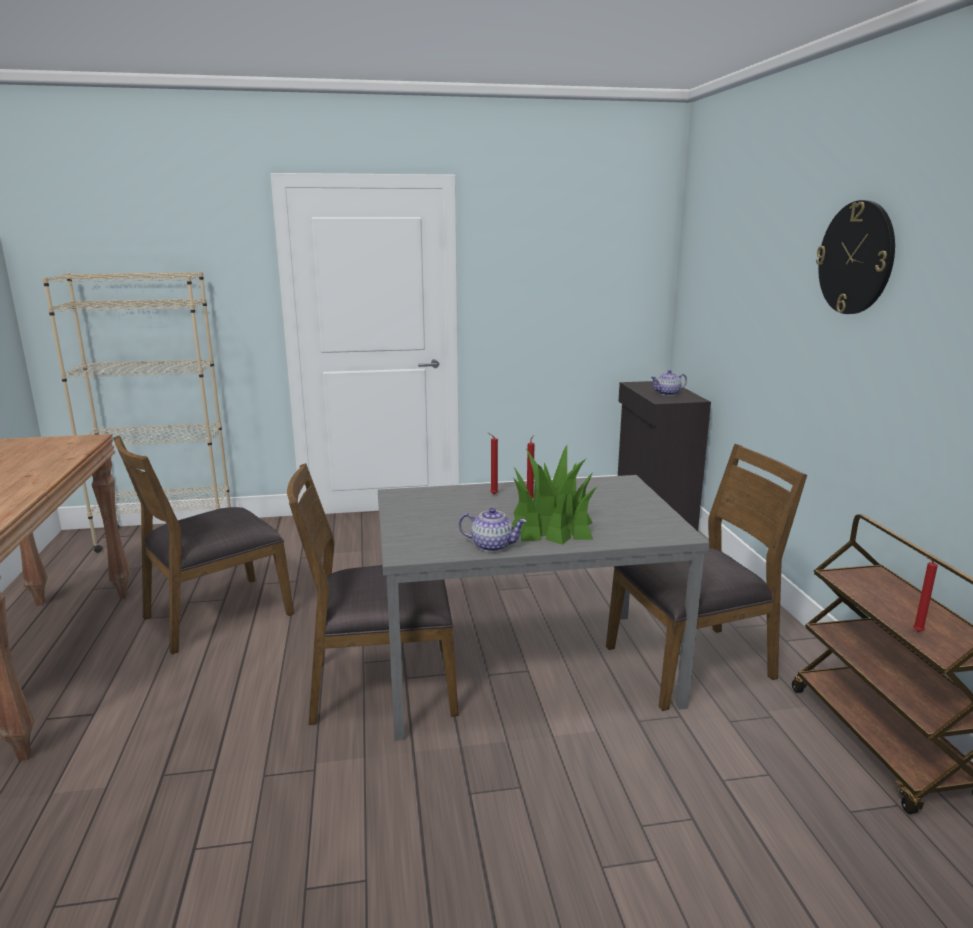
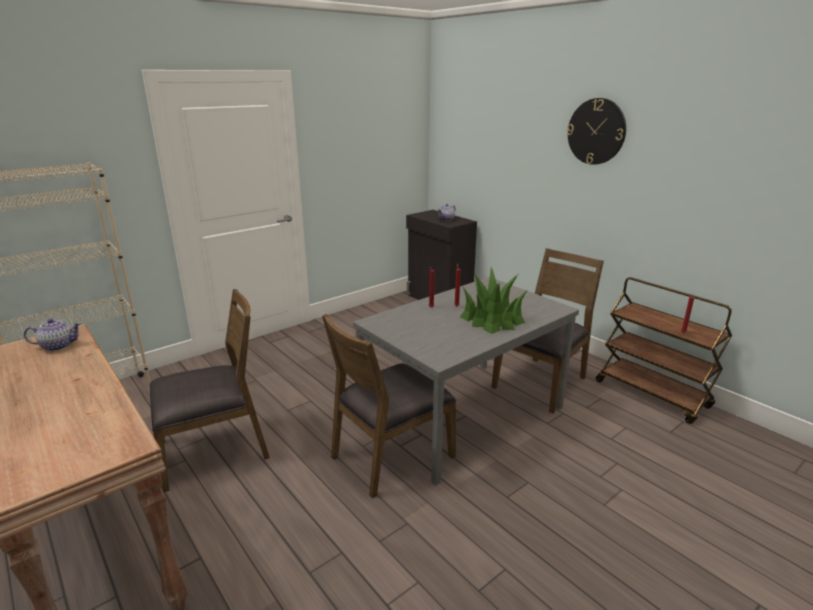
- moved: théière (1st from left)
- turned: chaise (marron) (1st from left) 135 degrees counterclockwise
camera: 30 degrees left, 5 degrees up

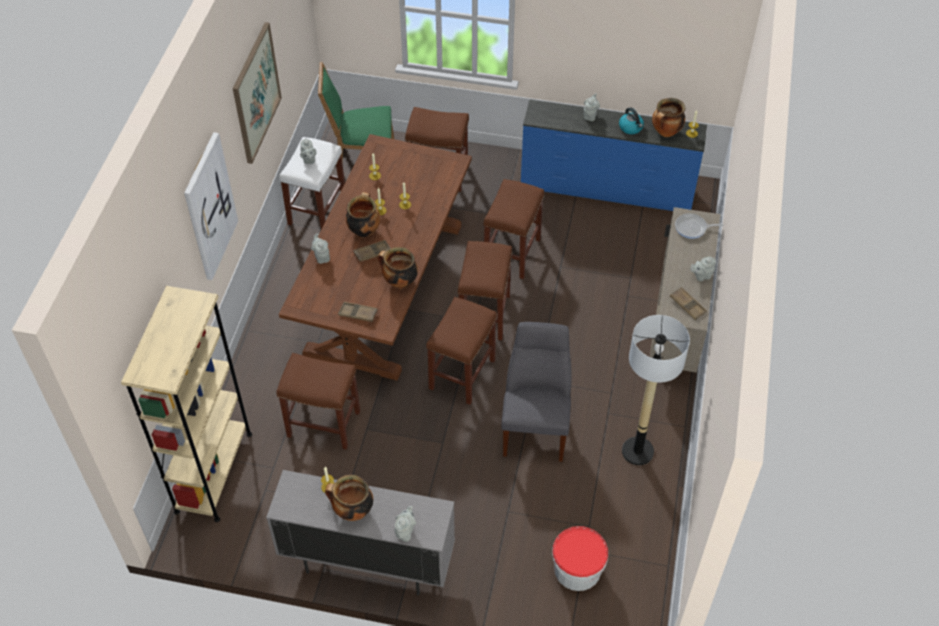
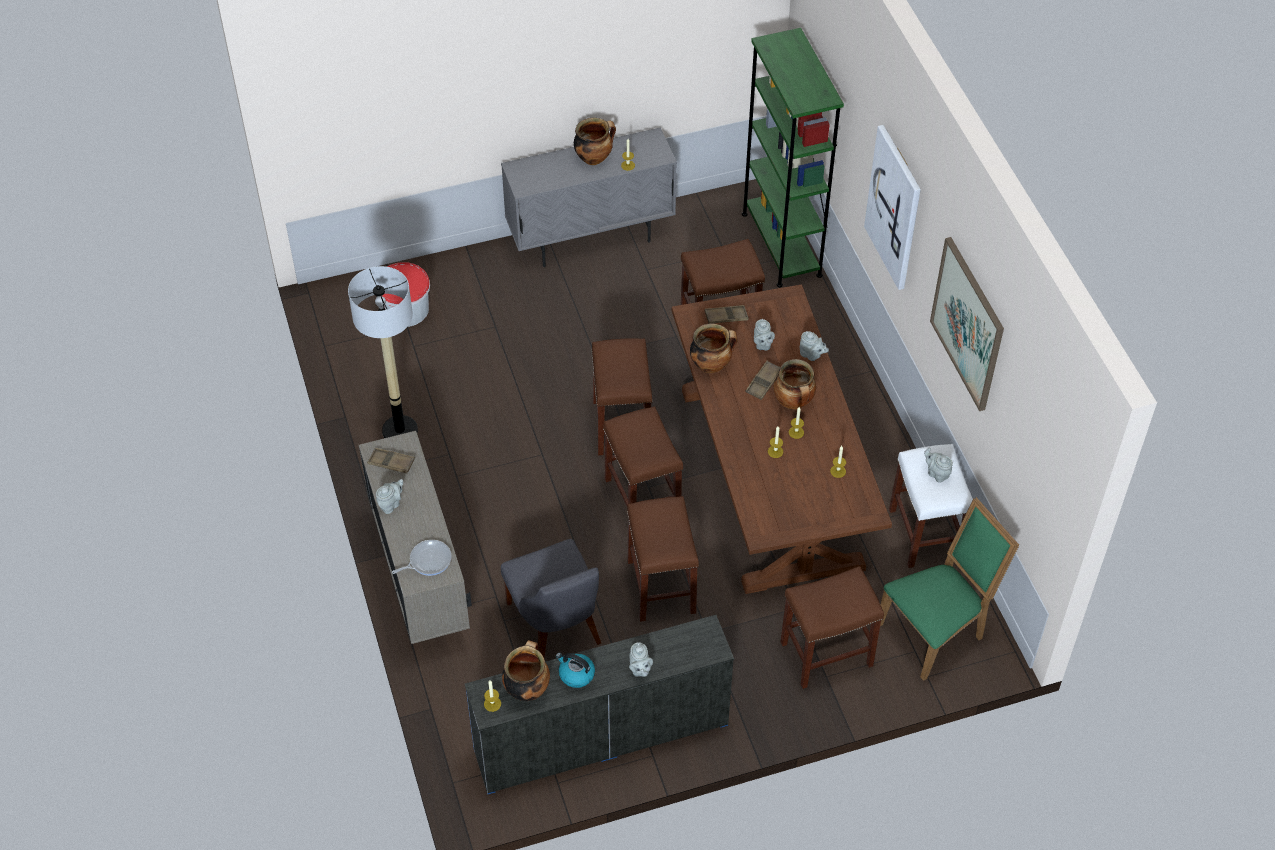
- moved: théière (gris) (3rd from left)
- moved: chaise (gris)
- recoloured: bibliothèque (beige) to bibliothèque (vert)
camera: 150 degrees right, 0 degrees up

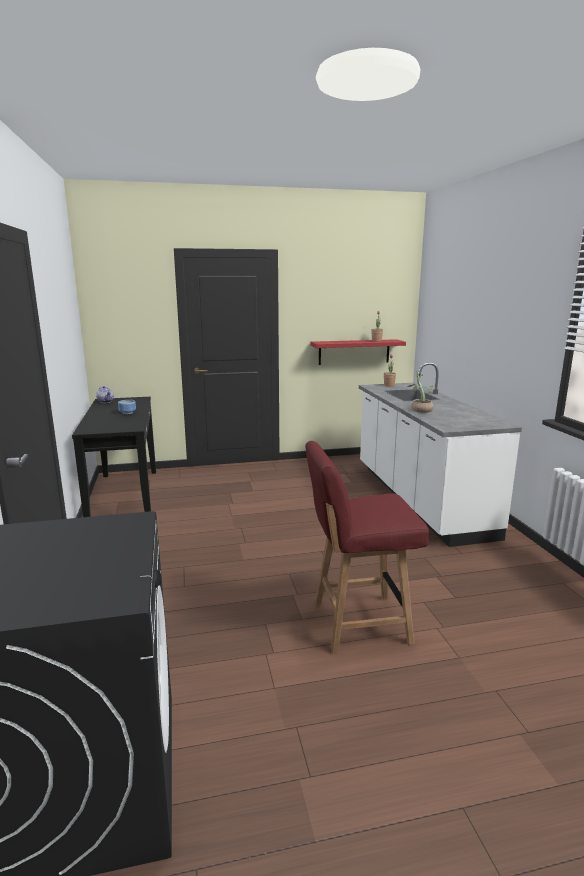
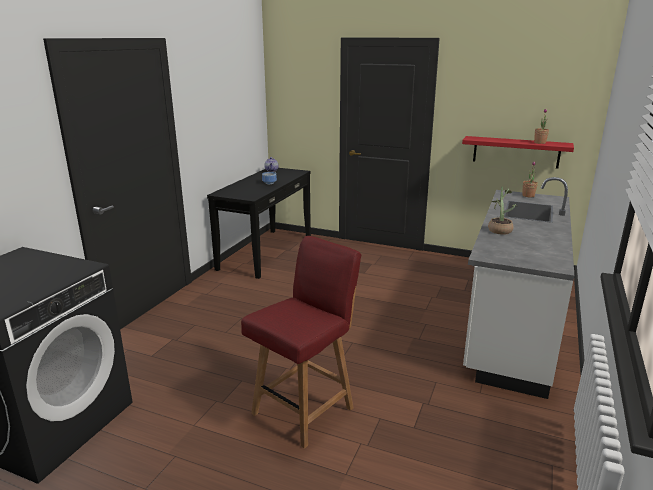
- turned: chaise (rouge) 105 degrees clockwise
camera: 35 degrees right, 5 degrees up

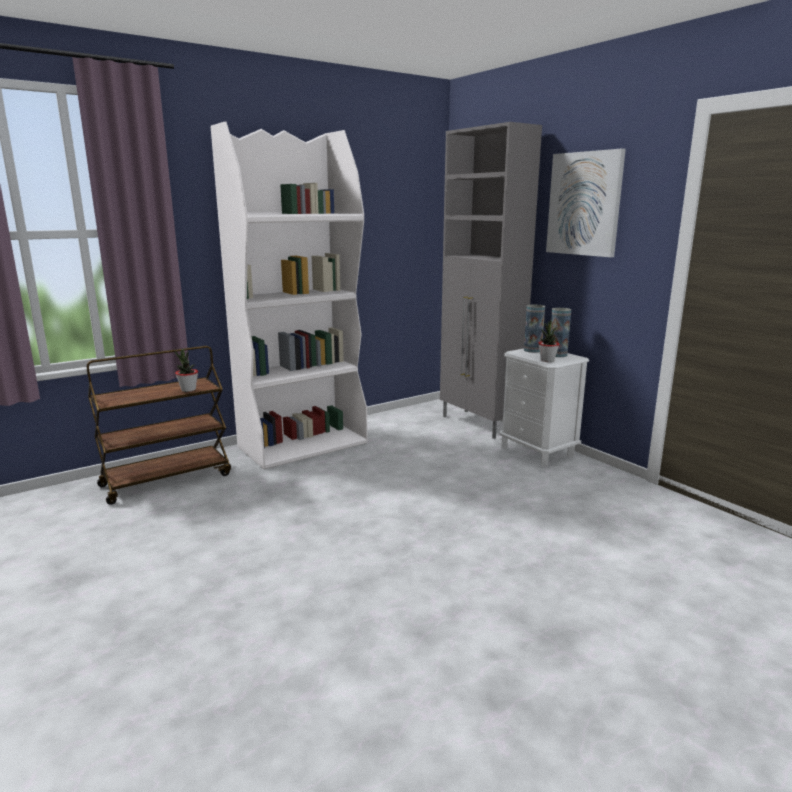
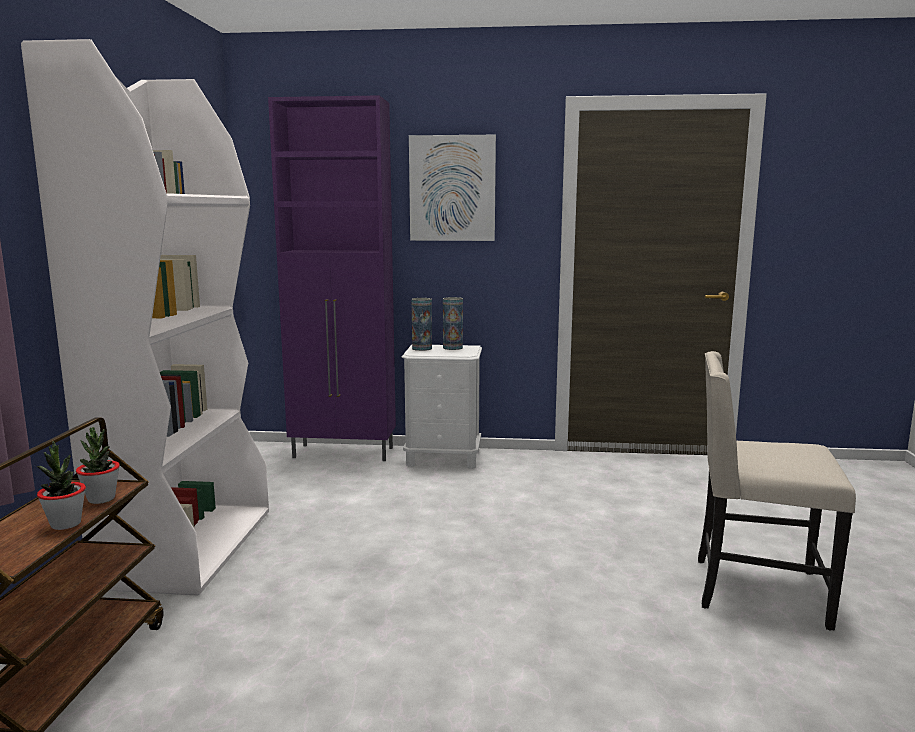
- added: chaise (beige)
- moved: plante en pot (2nd from left in the first image) to plante en pot (1st from left)
- recoloured: meuble de rangement (gris) to meuble de rangement (violet)
camera: 50 degrees left, 5 degrees down

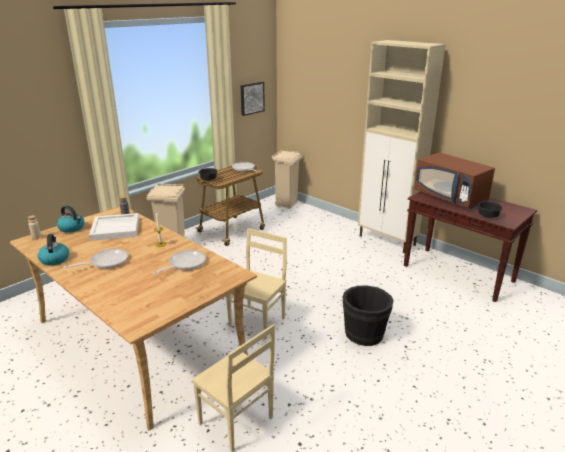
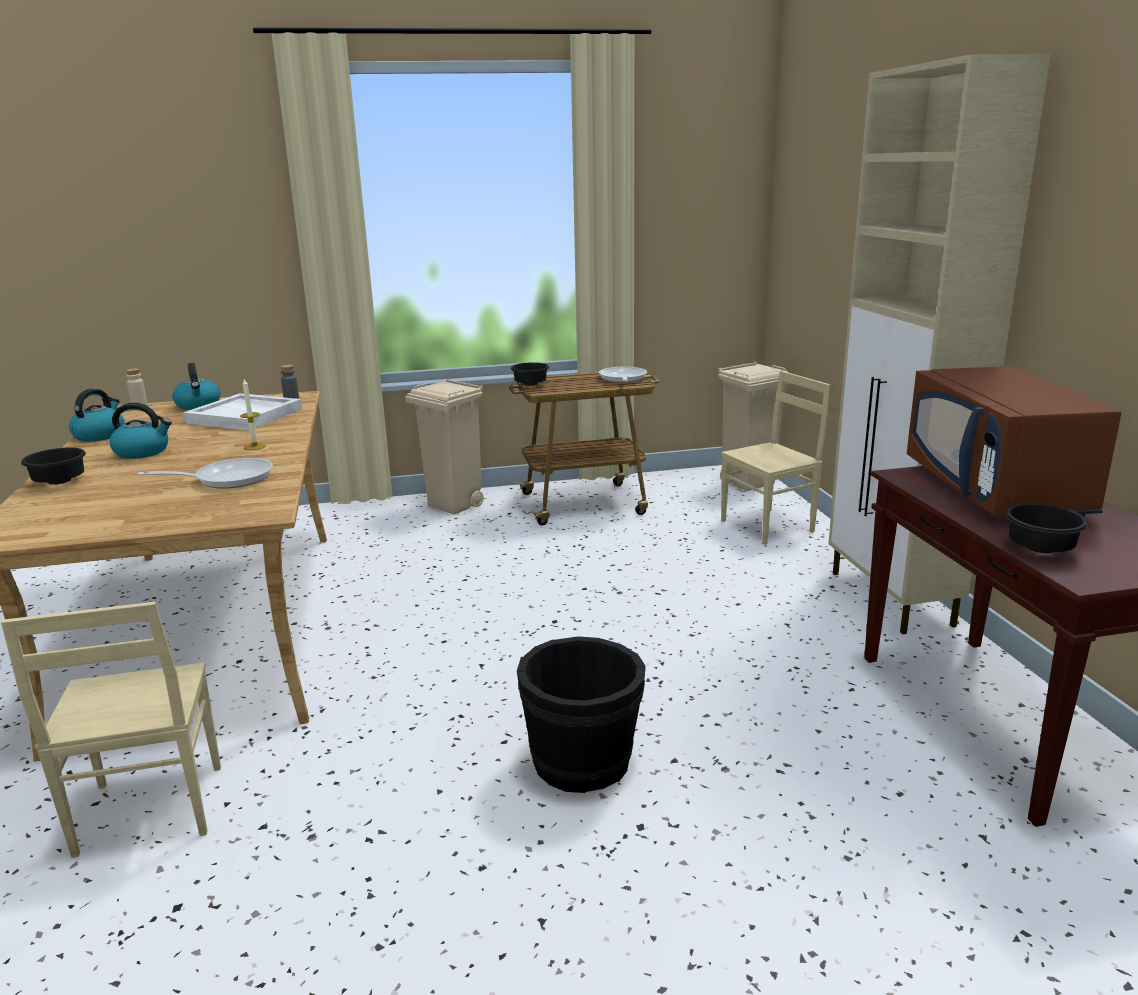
- removed: tableau
- added: bol (noir) (1st from left)
- moved: chaise (beige) (2nd from left)
- replaced: poêle (1st from left) to bouilloire (2nd from left)
camera: 35 degrees right, 5 degrees down

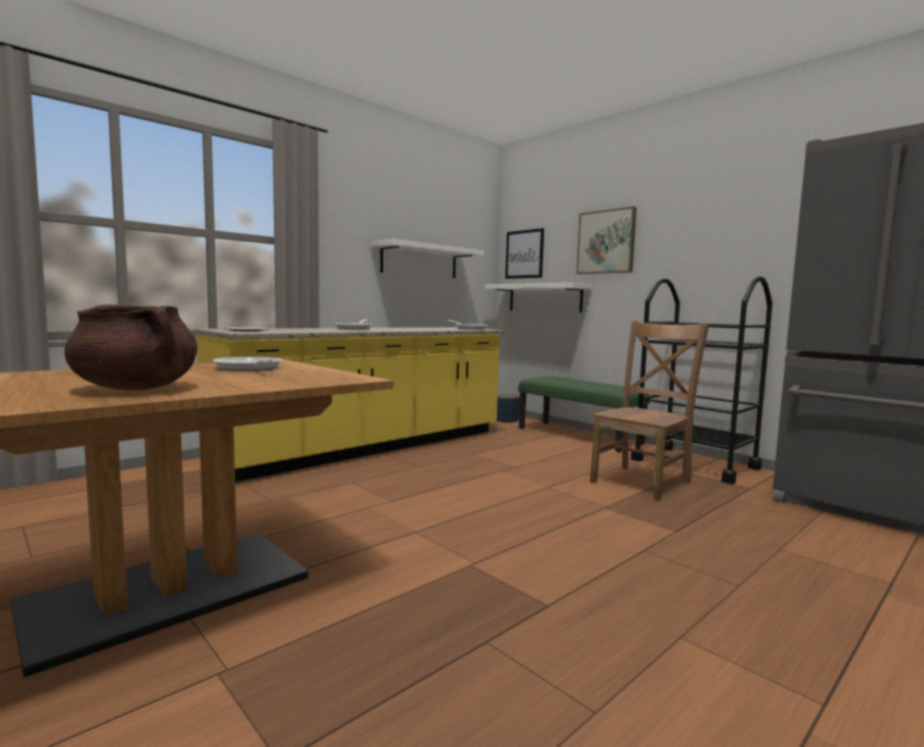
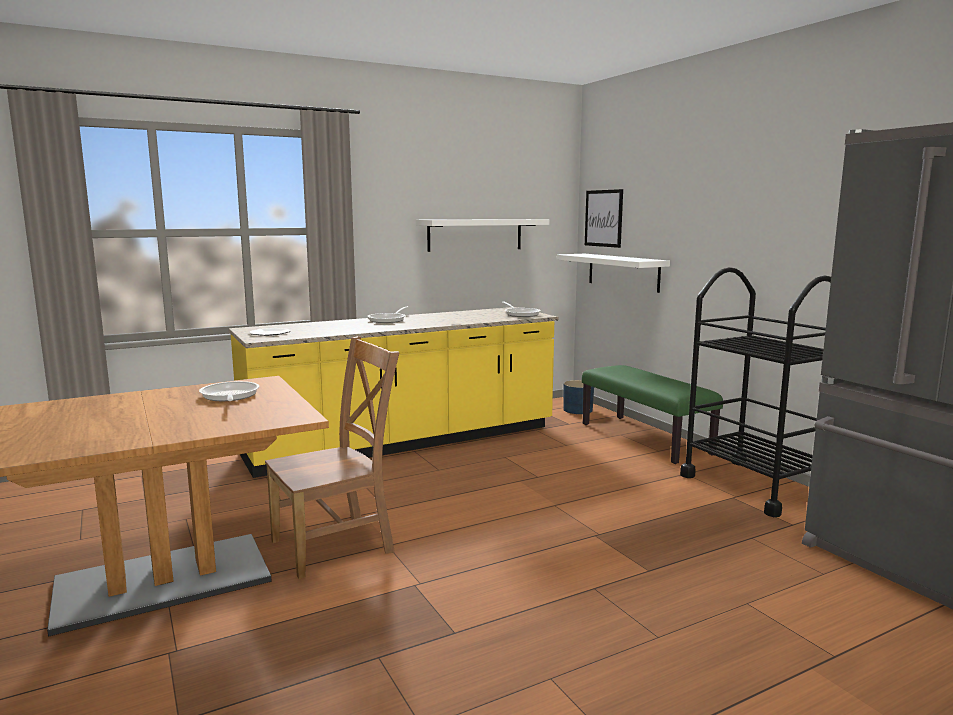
- removed: marmite (marron)
- removed: tableau (2nd from left)
- moved: chaise (marron)
camera: 15 degrees right, 5 degrees up

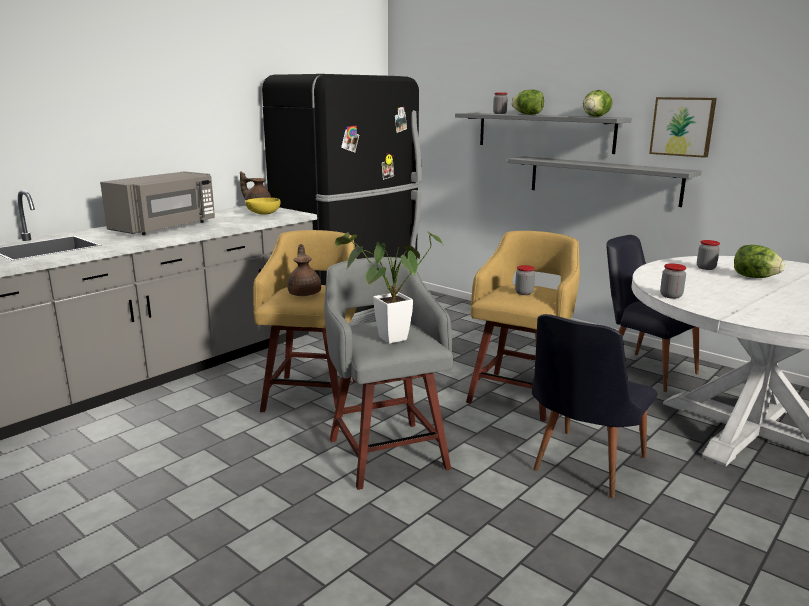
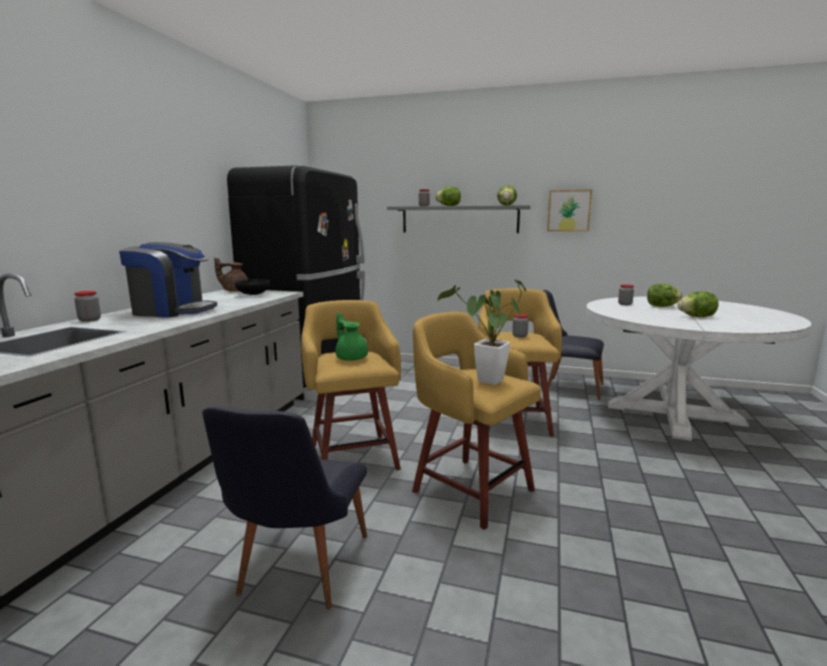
- removed: étagère (gris) (2nd from left)
- added: laitue (4th from left)
- moved: chaise (noir) (1st from left)
- moved: bocal (3rd from left in the first image) to bocal (1st from left)
- replaced: micro-ondes (gris) to machine à café
- recoloured: bol (jaune) to bol (noir)
- recoloured: théière (marron) (2nd from left) to théière (vert)
- recoloured: tabouret (gris) to tabouret (jaune) (2nd from left)
camera: 25 degrees left, 5 degrees down

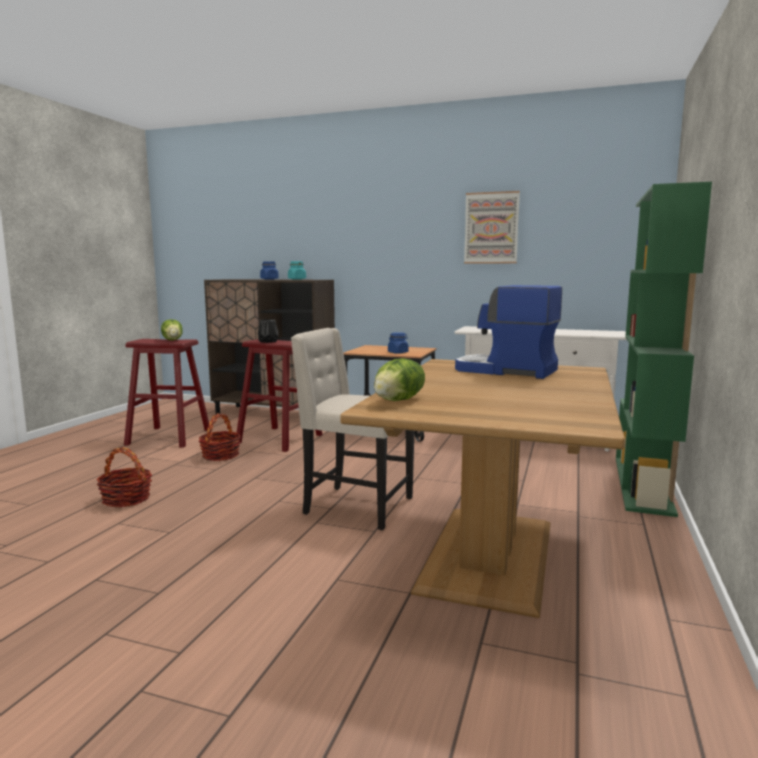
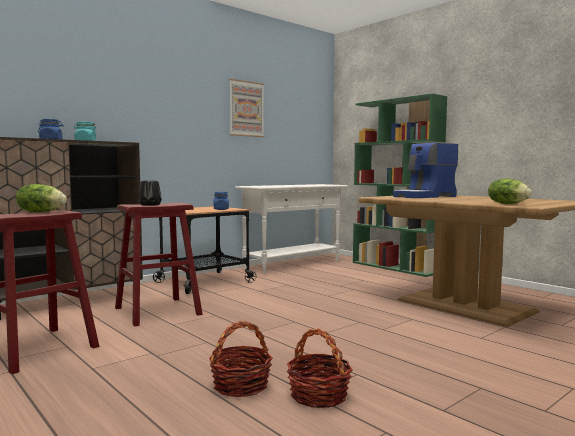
- removed: chaise (beige)
- moved: panier (2nd from left)
camera: 60 degrees left, 5 degrees down

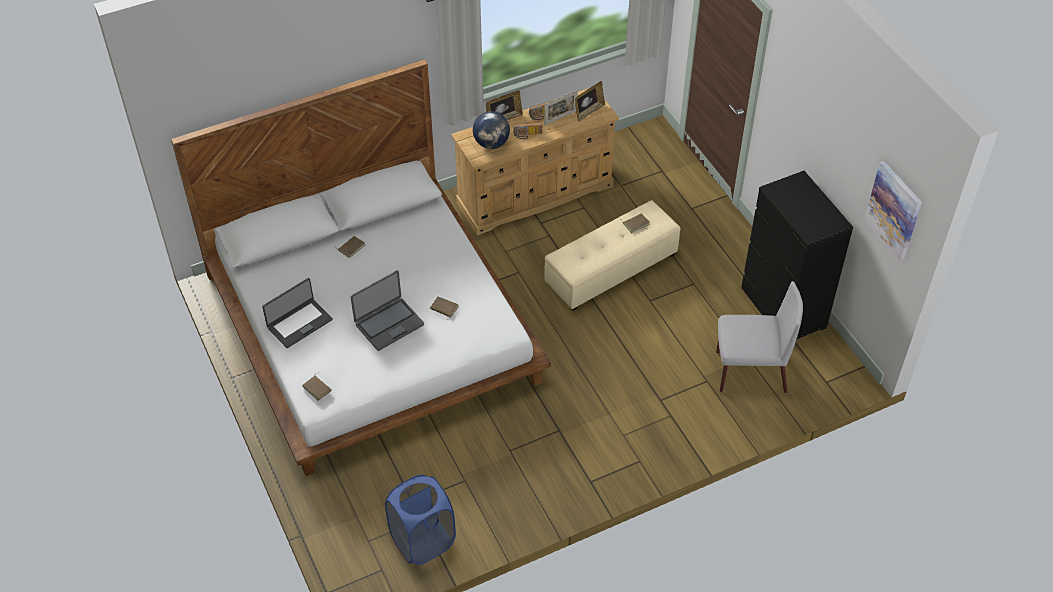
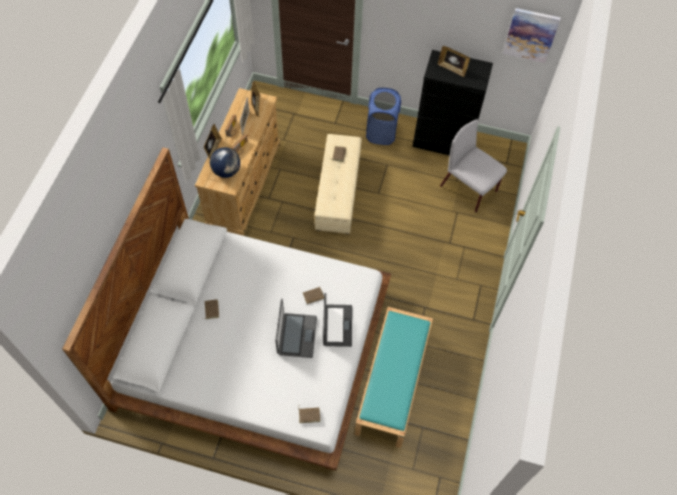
- added: banc (turquoise)
- added: cadre photo (4th from left)
- moved: ordinateur portable (1st from left in the first image) to ordinateur portable (2nd from left)
- moved: panier à linge (bleu)
- turned: chaise (gris) 90 degrees counterclockwise
camera: 50 degrees left, 10 degrees up

